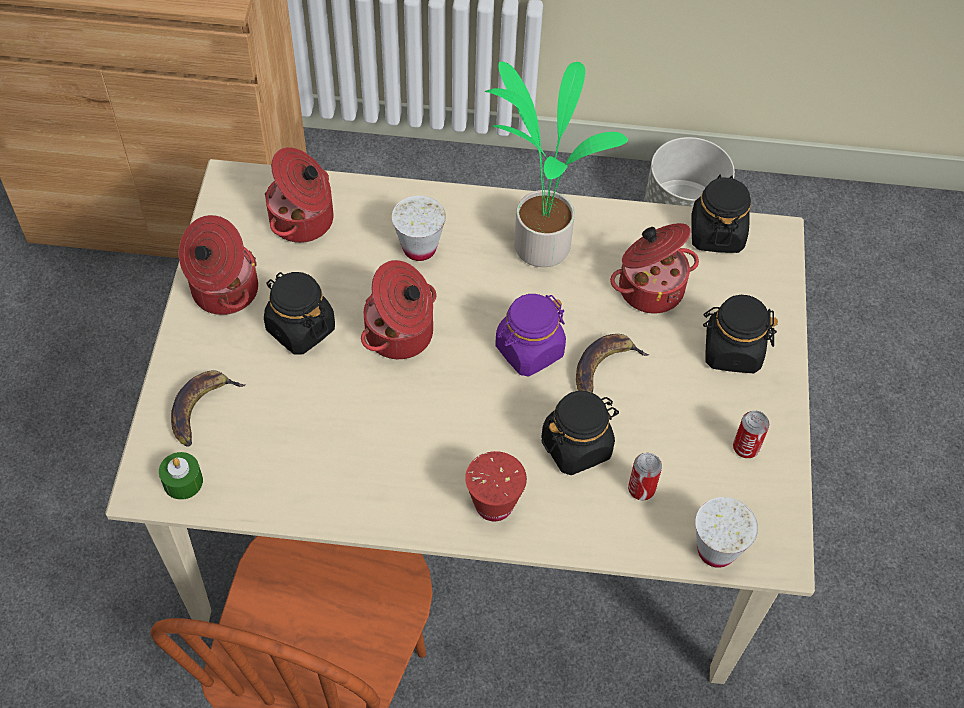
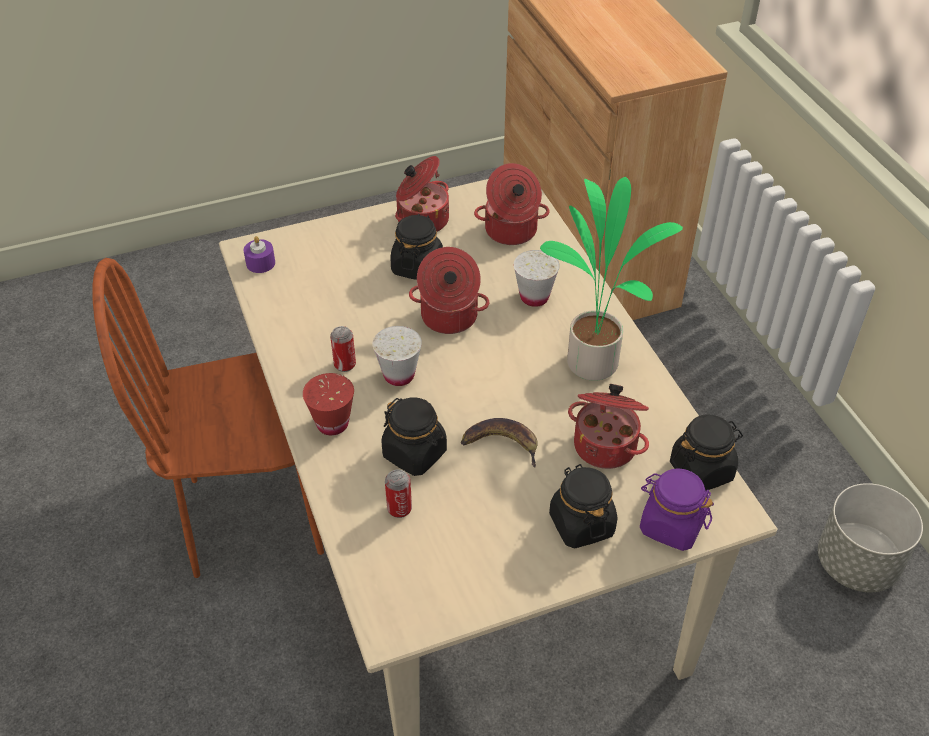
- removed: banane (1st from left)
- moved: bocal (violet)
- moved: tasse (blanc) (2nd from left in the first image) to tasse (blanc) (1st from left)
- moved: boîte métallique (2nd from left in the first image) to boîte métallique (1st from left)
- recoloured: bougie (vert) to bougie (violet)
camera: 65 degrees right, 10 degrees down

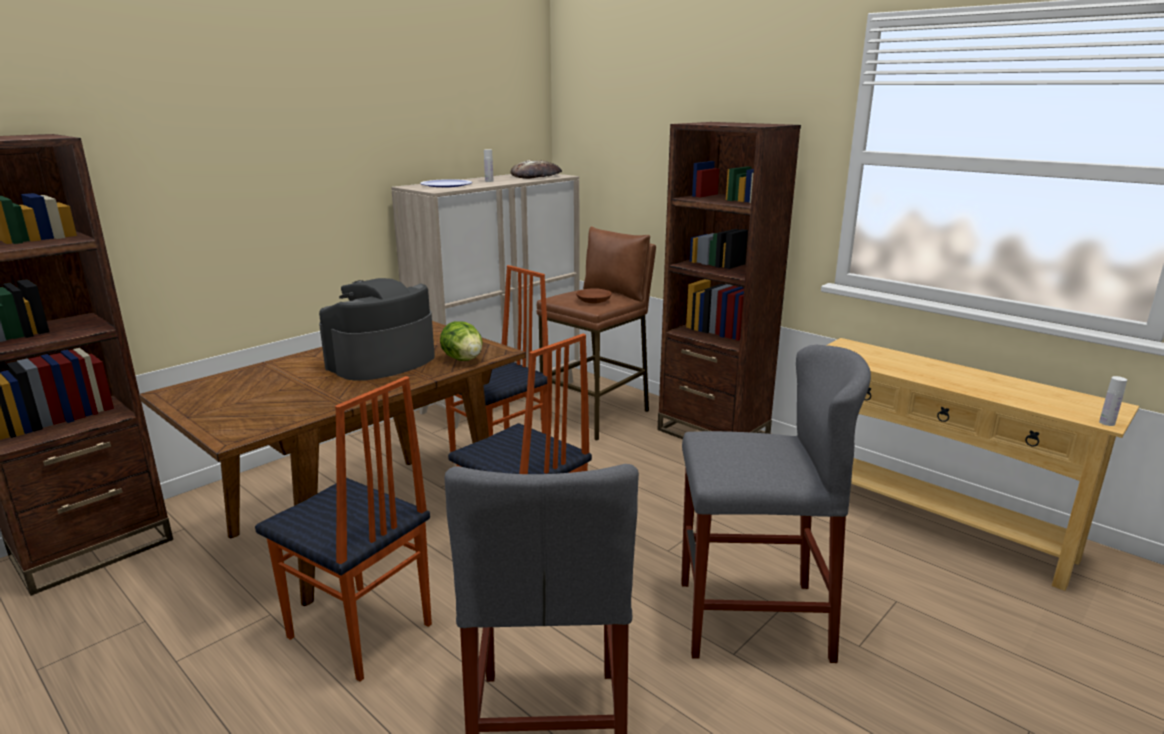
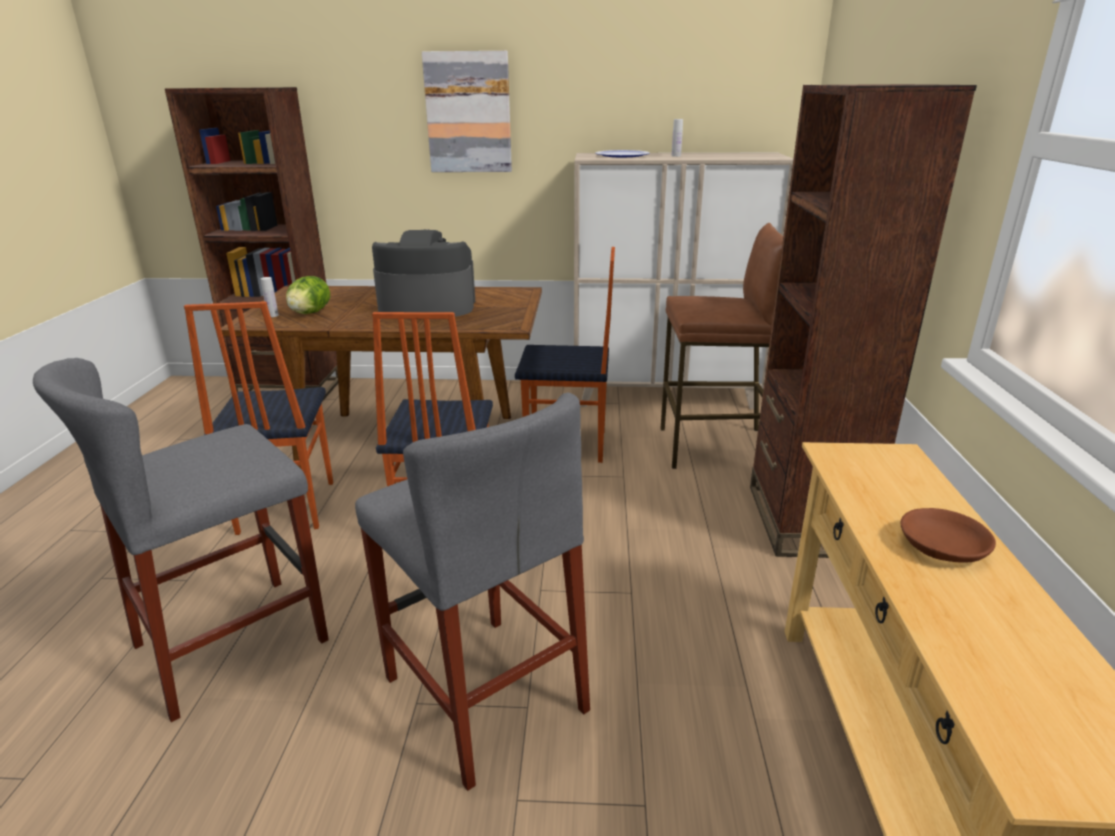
- removed: pain
- added: tableau
- moved: laitue
- moved: bol (marron)
- moved: bouteille (blanc) (2nd from left in the first image) to bouteille (blanc) (1st from left)
camera: 50 degrees right, 5 degrees up

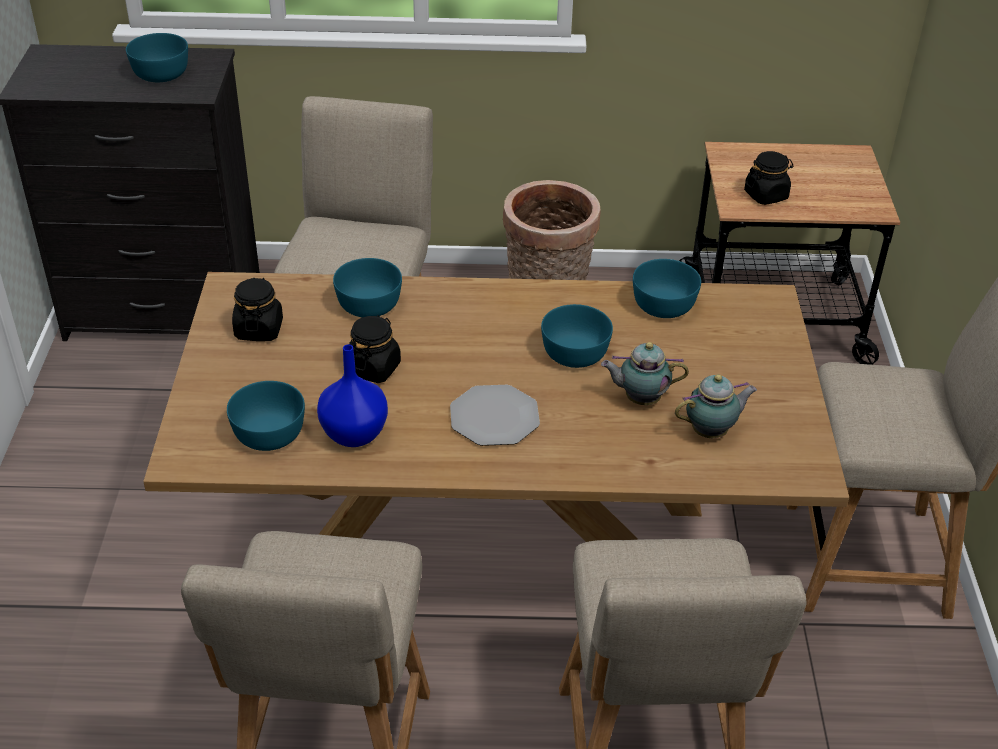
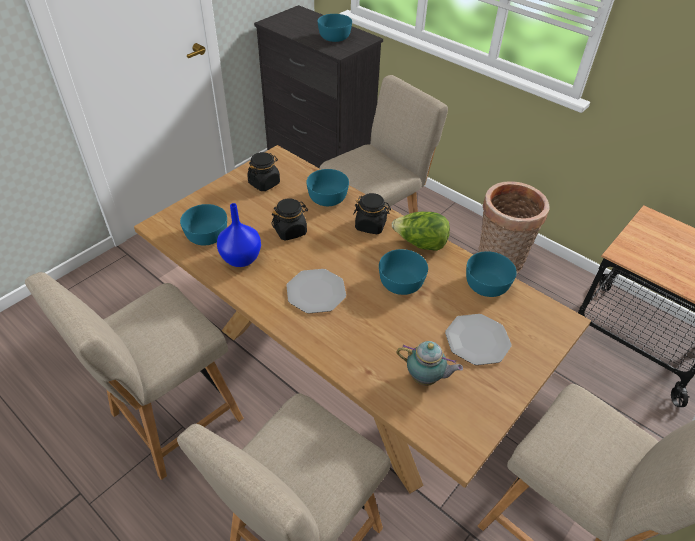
- removed: théière (1st from left)
- added: laitue
- added: assiette (2nd from left)
- moved: bocal (noir) (3rd from left)
camera: 40 degrees right, 5 degrees up

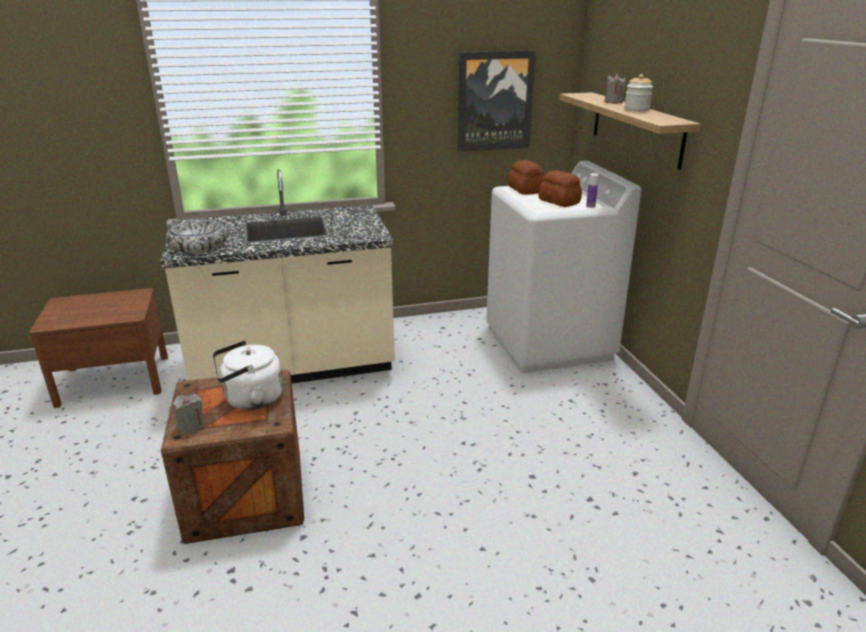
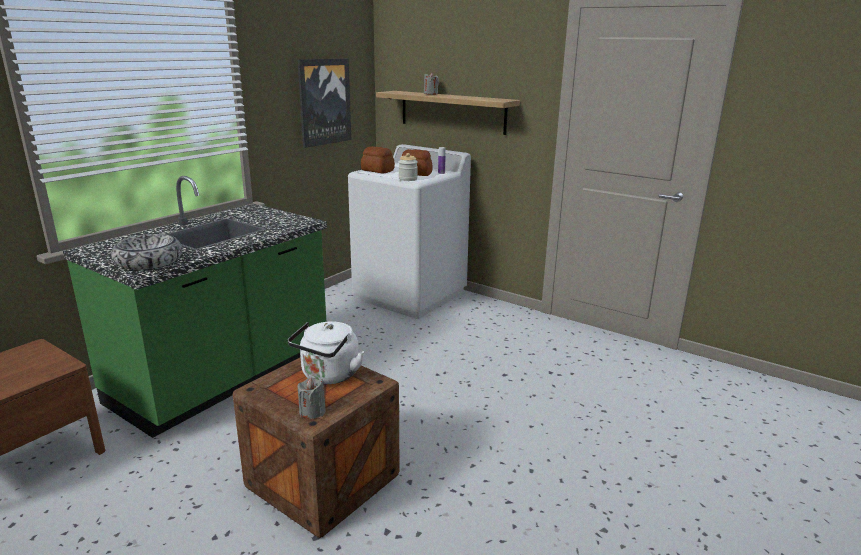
- moved: bocal
- recoloured: comptoir de cuisine (beige) to comptoir de cuisine (vert)
camera: 40 degrees left, 5 degrees down

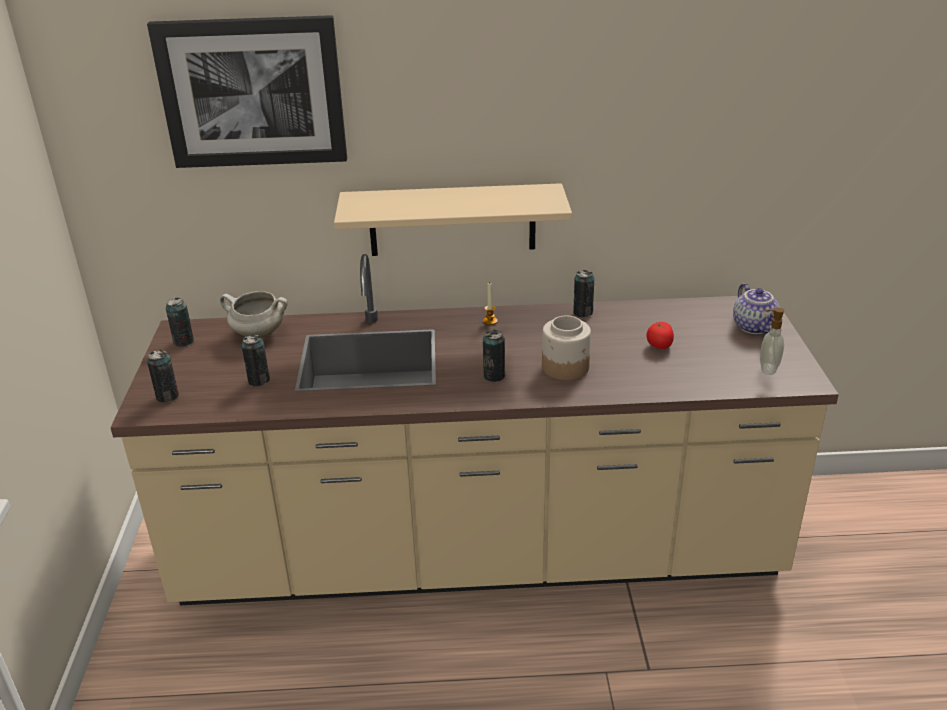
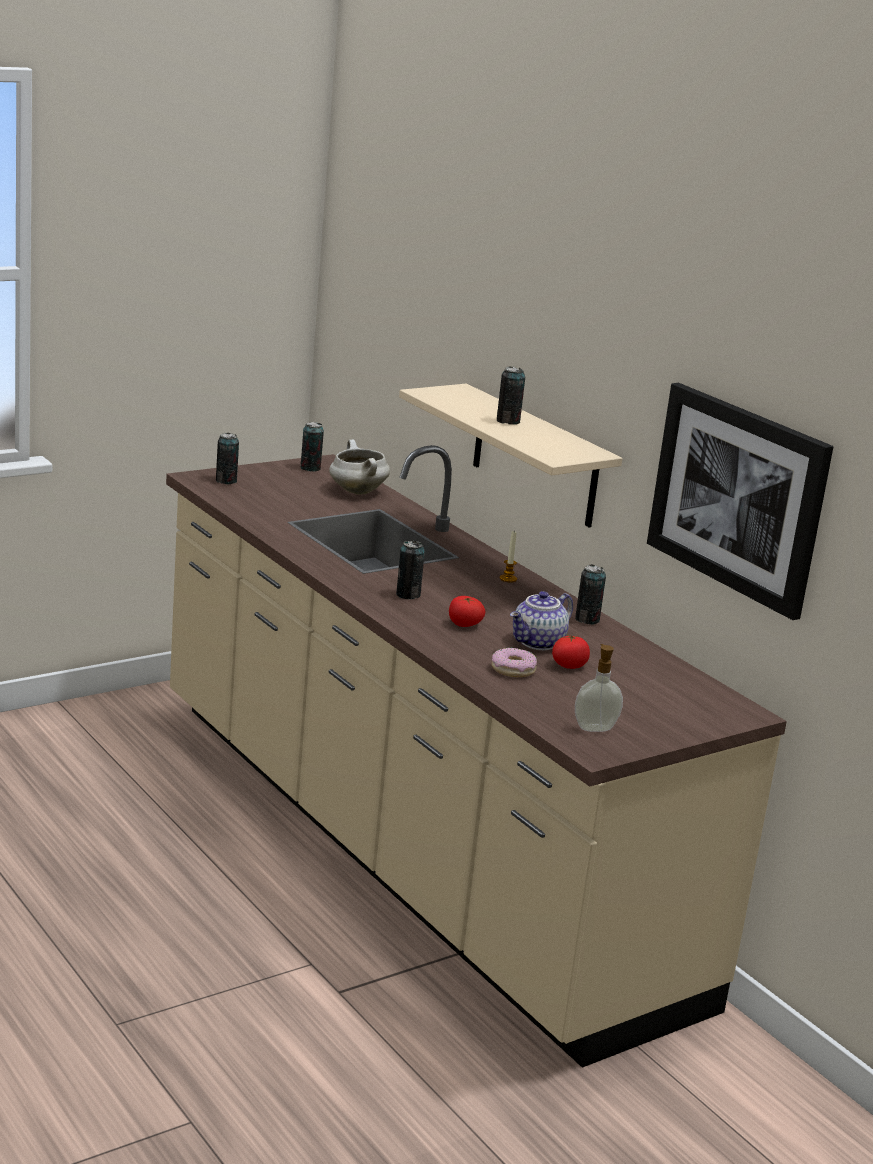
- added: beignet
- moved: tableau
- moved: boîte métallique (3rd from left in the first image) to boîte métallique (4th from left)
- moved: théière
- replaced: bocal to tomate (1st from left)
camera: 55 degrees right, 10 degrees down

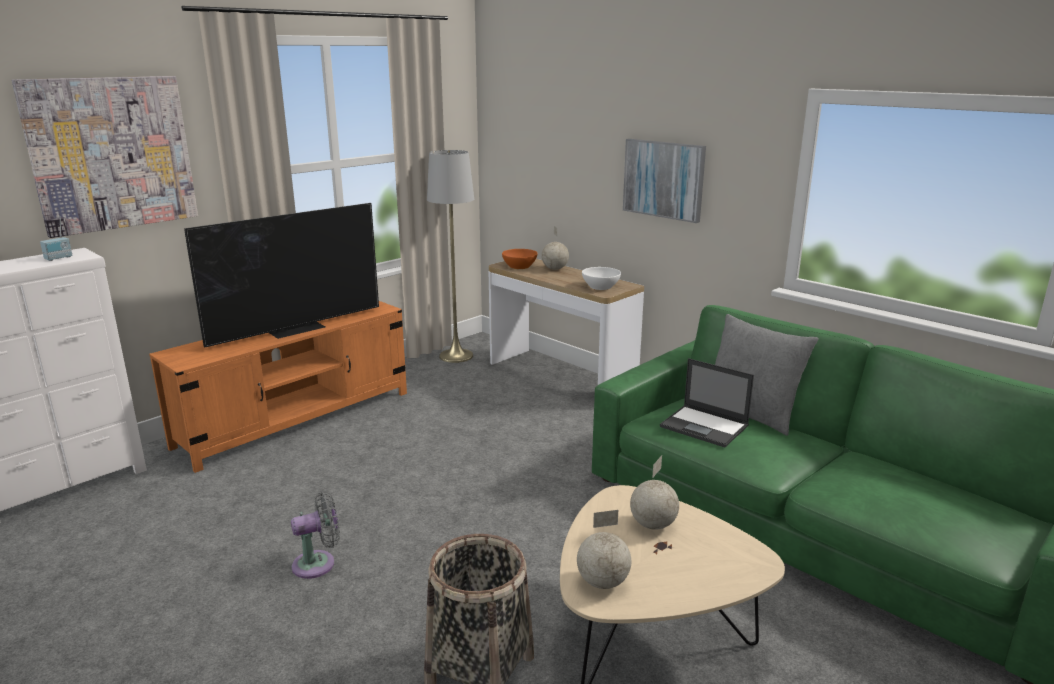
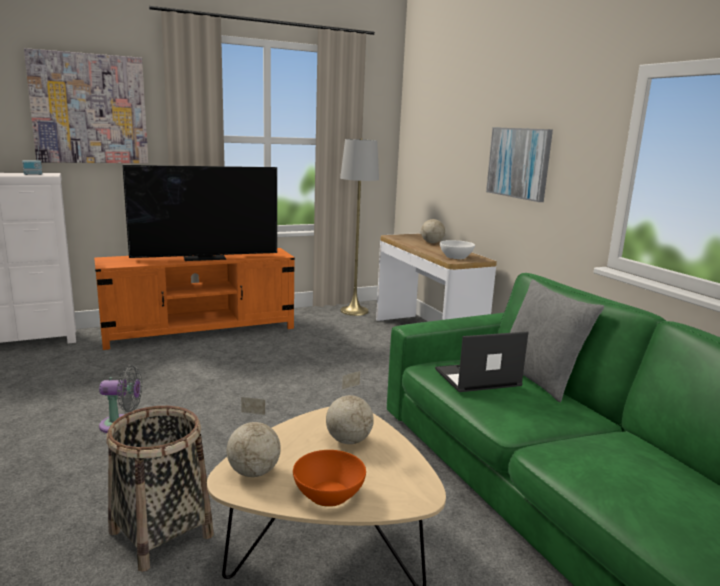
- moved: bol (orange)
- turned: ordinateur portable 105 degrees clockwise
camera: 20 degrees right, 5 degrees down

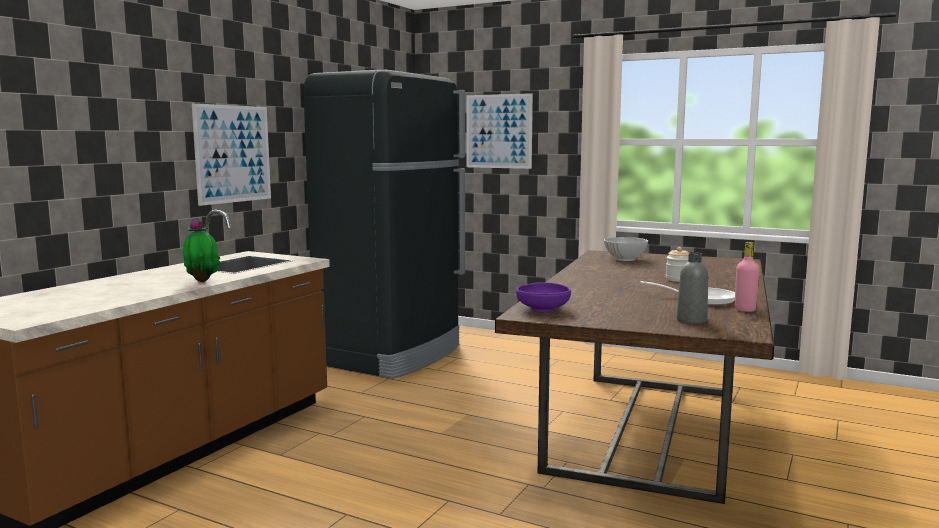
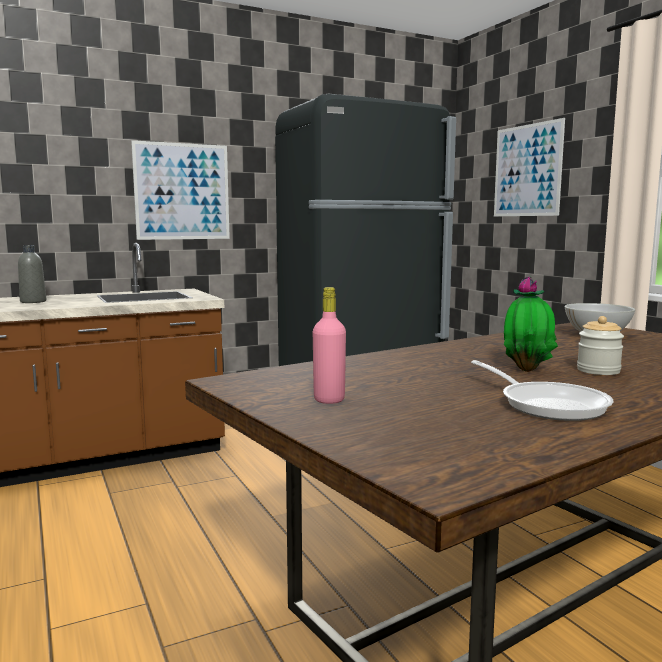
- removed: bol (violet)
- moved: plante en pot
- moved: bouteille (gris)
- moved: bouteille (rose)
camera: 35 degrees right, 0 degrees up

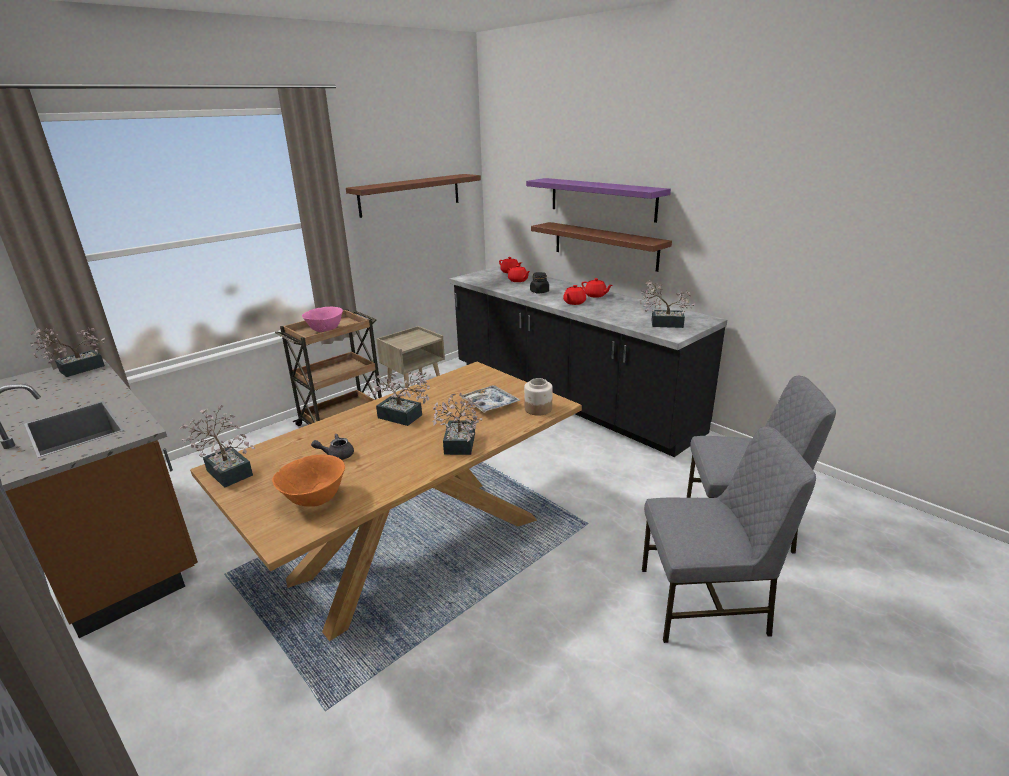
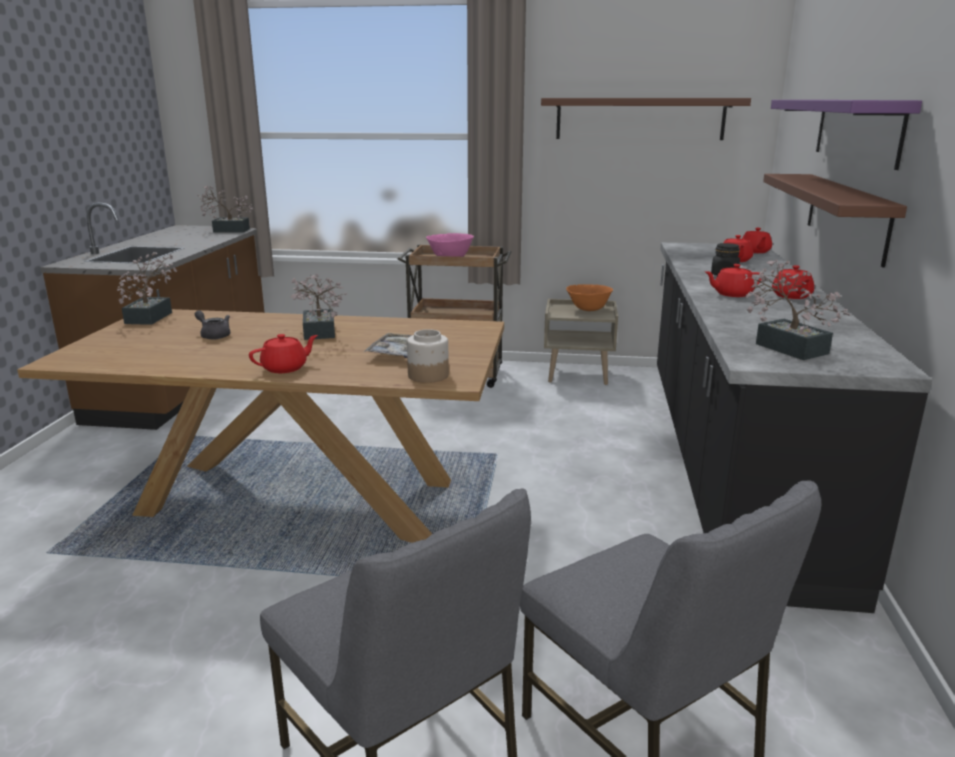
- moved: bol (orange)
- replaced: plante en pot (4th from left) to théière (rouge) (1st from left)
camera: 50 degrees right, 5 degrees down

